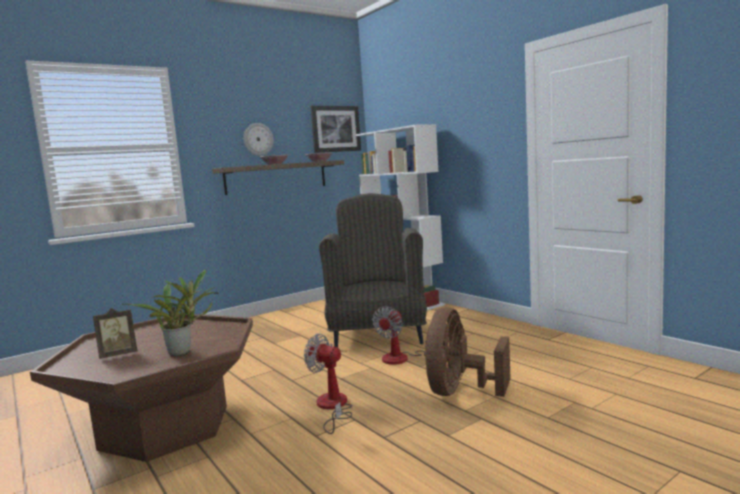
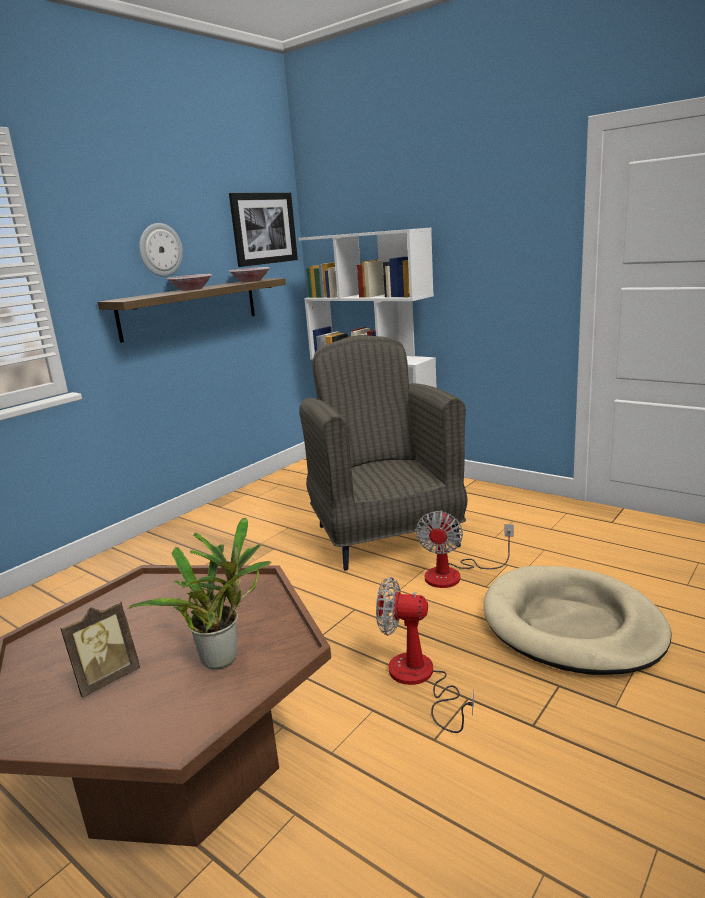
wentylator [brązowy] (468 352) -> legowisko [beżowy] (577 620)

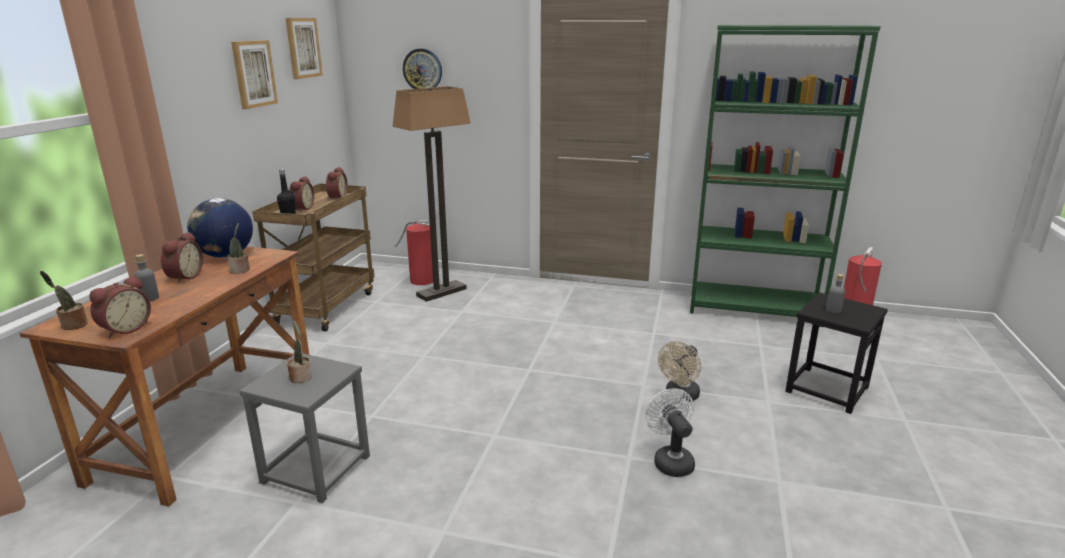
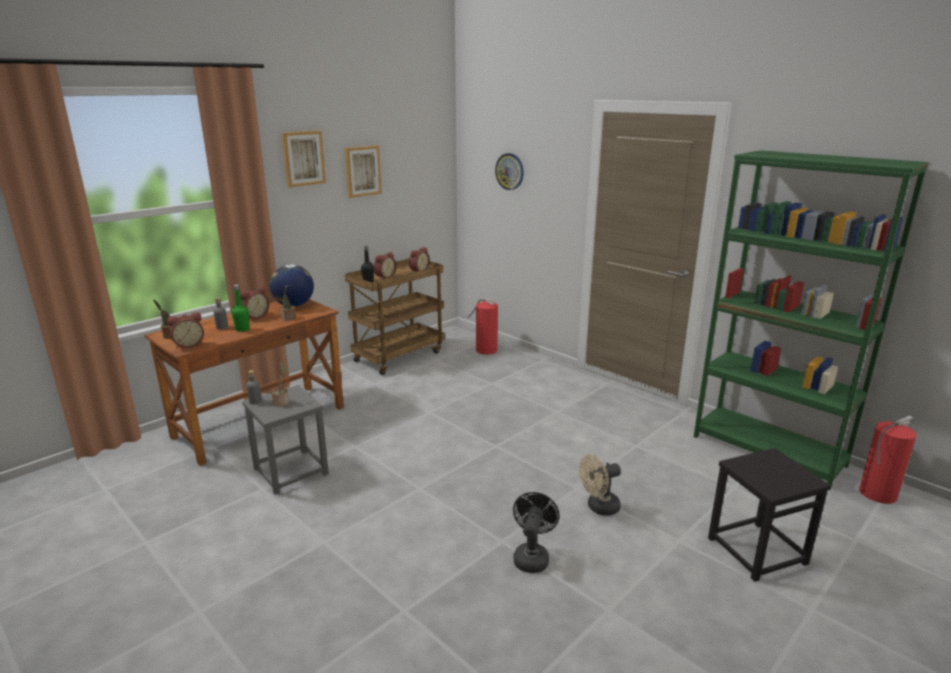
obraz (304 48) -> obraz (303 159), relocated
lampa stojąca (431 194) -> none
wentylator [biały] (670 432) -> wentylator [czarny] (536 532)
butelka [szary] (835 293) -> butelka [szary] (254 387), relocated
none -> butelka [zielony] (240 308)

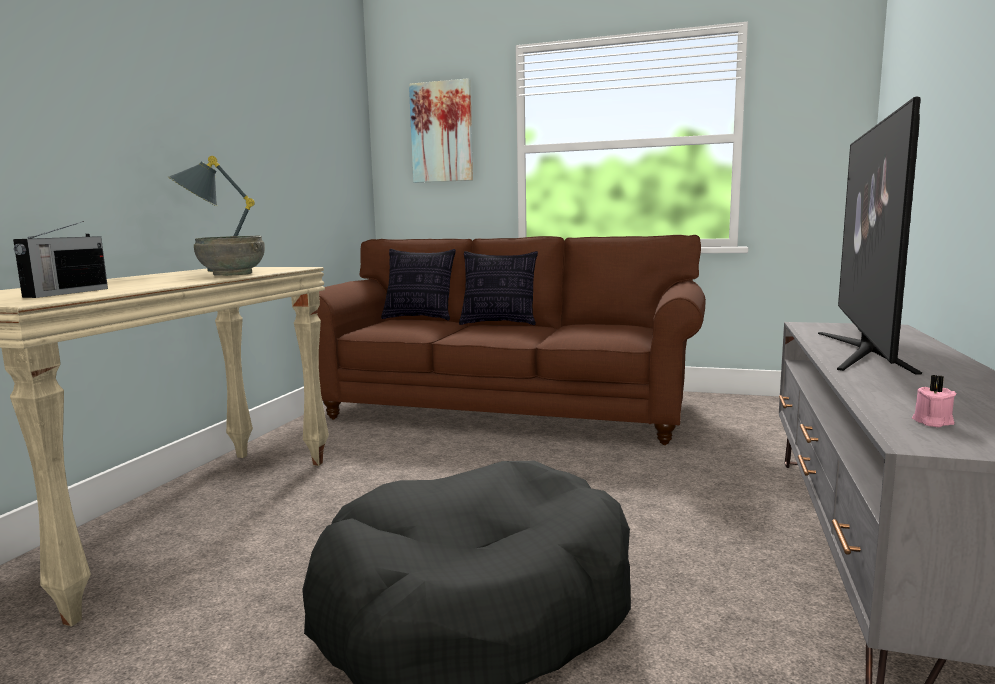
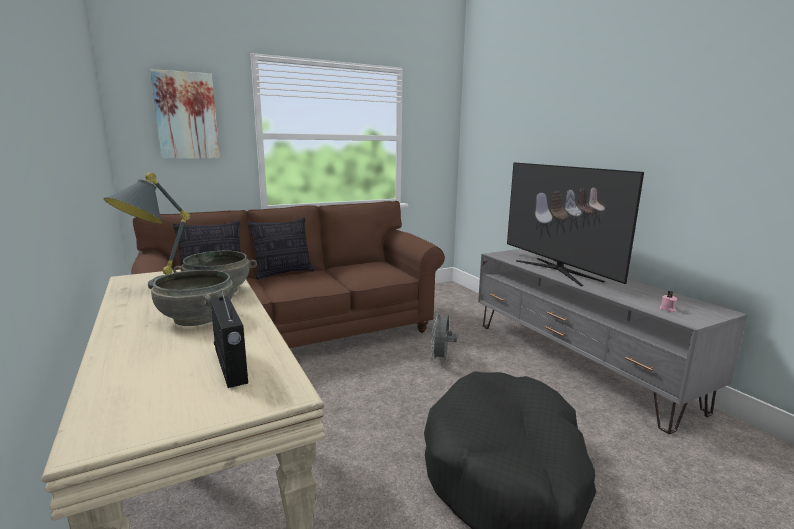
none -> miska [szary] (192 298)
none -> wentylator [szary] (444 337)

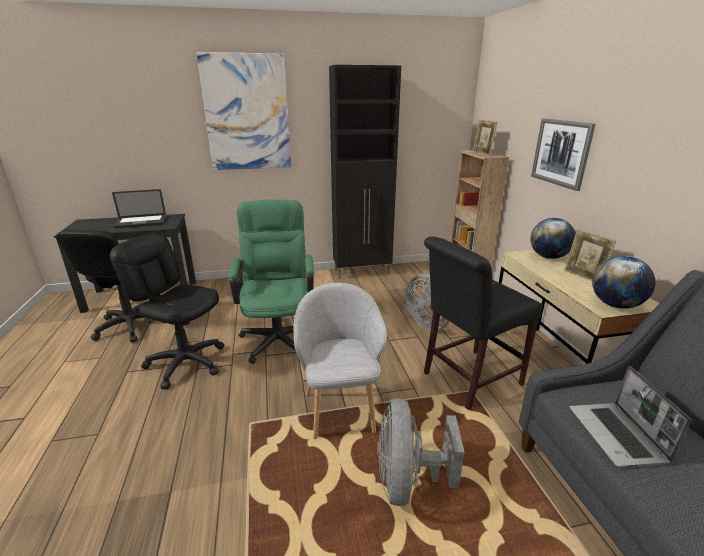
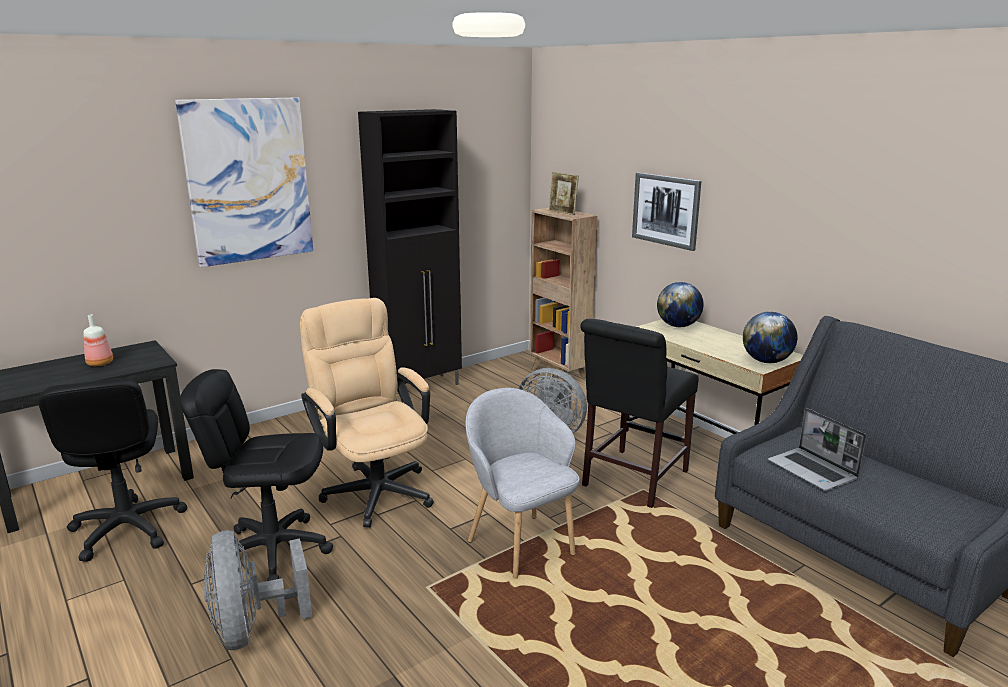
laptop (139 208) -> butelka (98 340)
krzesło biurowe [zielony] (271 281) -> krzesło biurowe [beżowy] (367 413)
wentylator [szary] (421 452) -> wentylator [szary] (257 590), relocated
ramka na zdjęcie (590 255) -> none

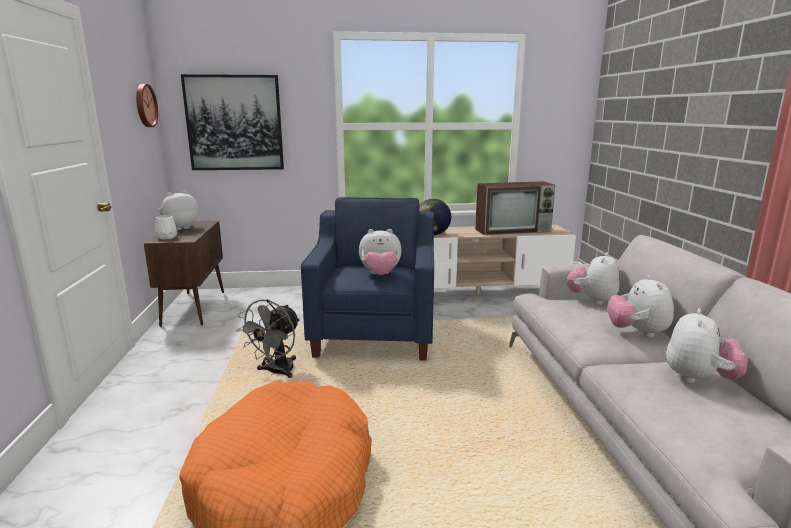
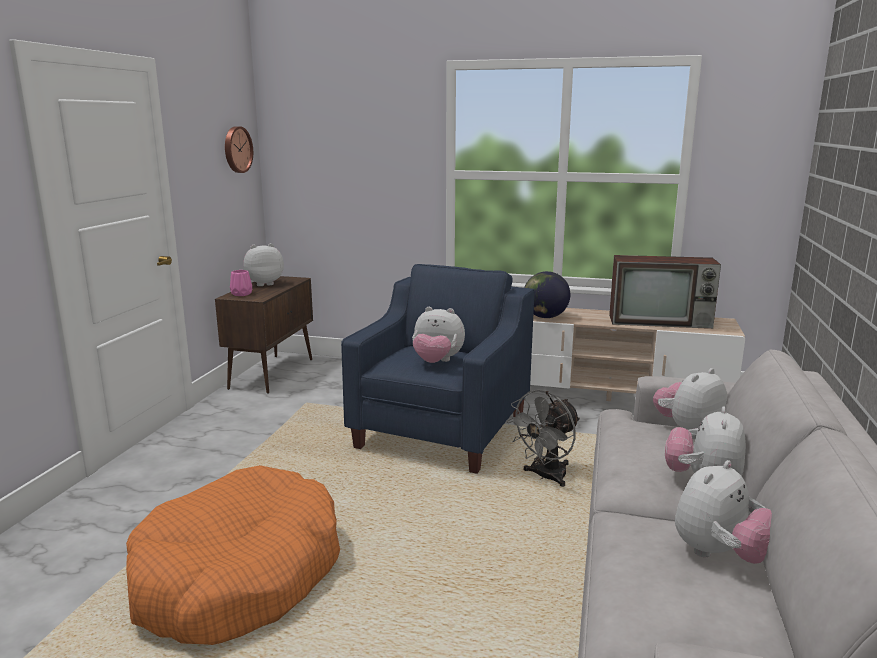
wazon [biały] (166 227) -> wazon [różowy] (241 283)
obraz (232 122) -> none
wentylator [szary] (268 338) -> wentylator [szary] (543 438), relocated

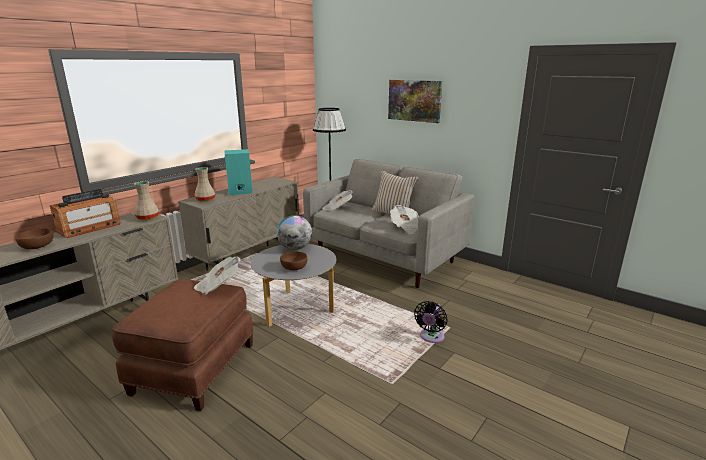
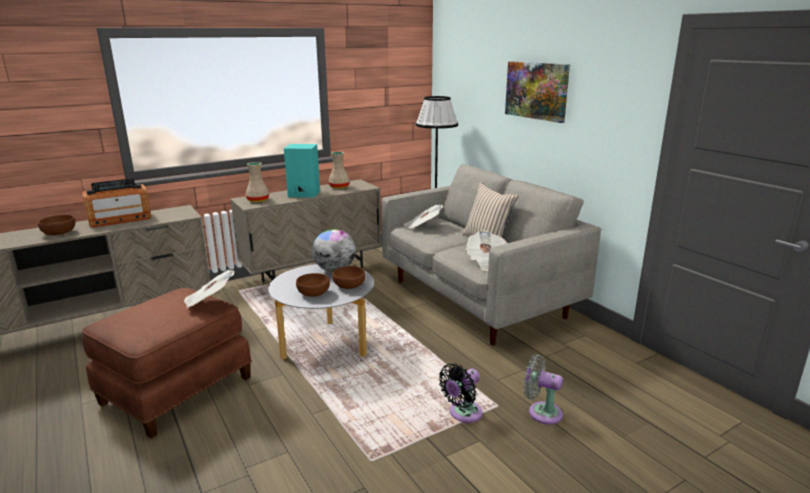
wazon [beżowy] (146 200) -> wazon [beżowy] (339 170), relocated
none -> miska [brązowy] (349 277)
none -> wentylator [szary] (543 389)

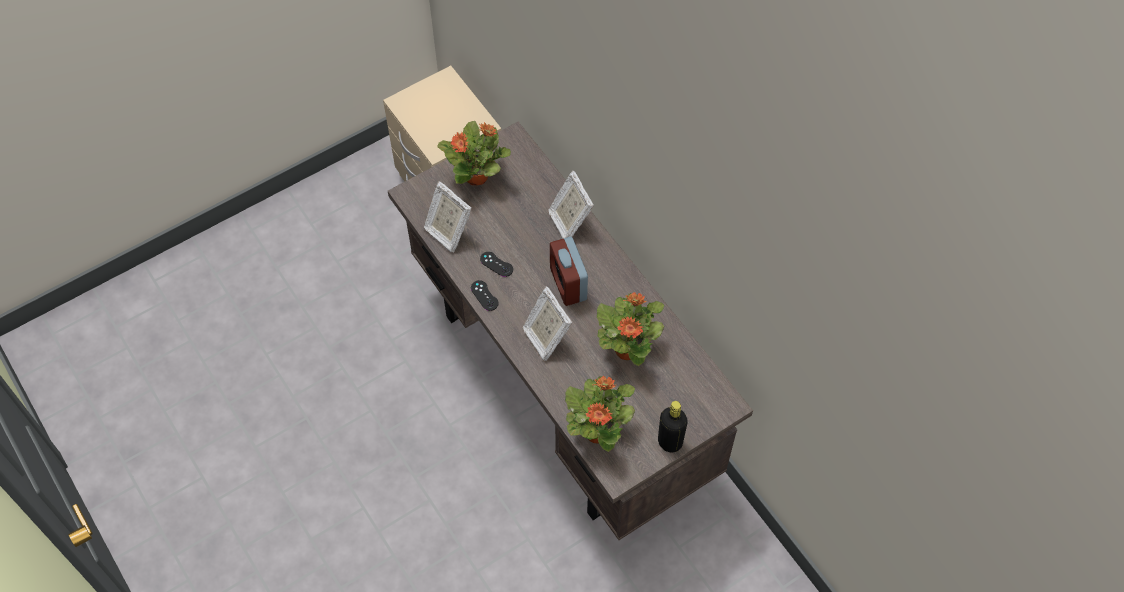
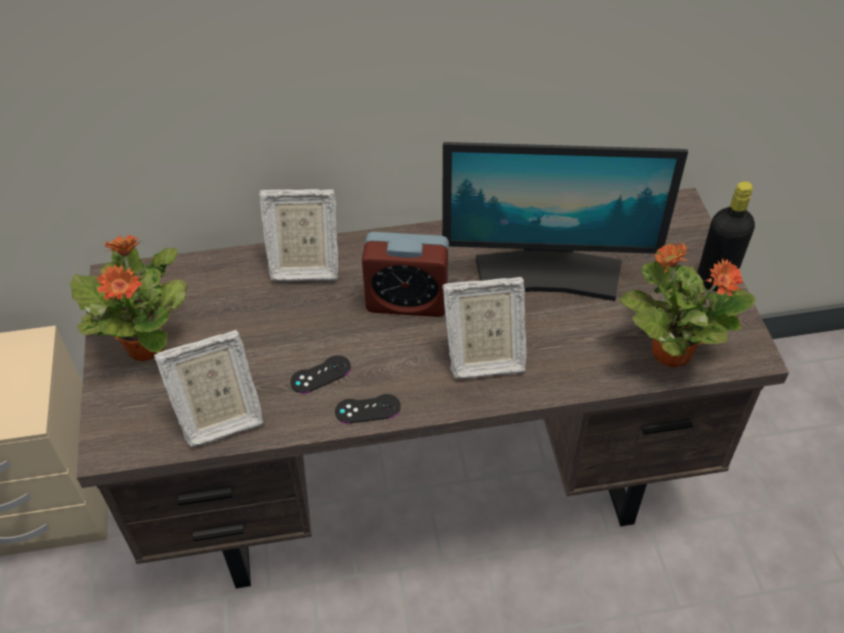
roślina doniczkowa (630 329) -> monitor (565 221)

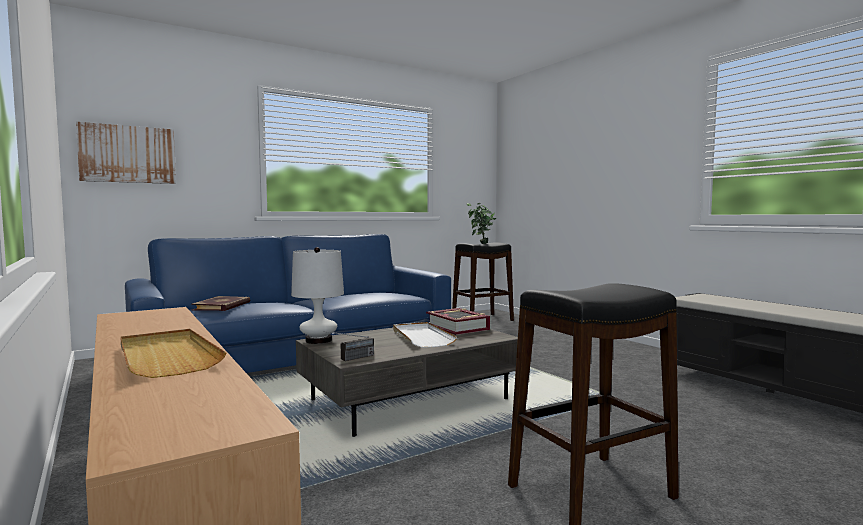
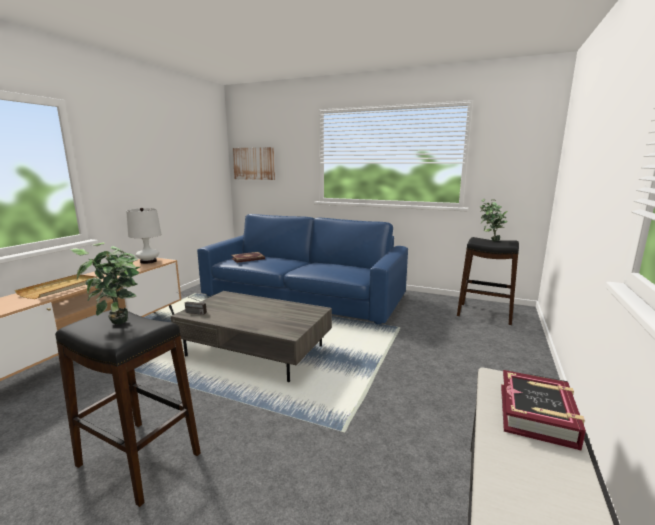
lampa stołowa [biały] (317 295) -> lampa stołowa [biały] (143 236), relocated
taca [biały] (425 335) -> none
książka (458 321) -> książka (543 410), relocated
none -> roślina doniczkowa (105 283)

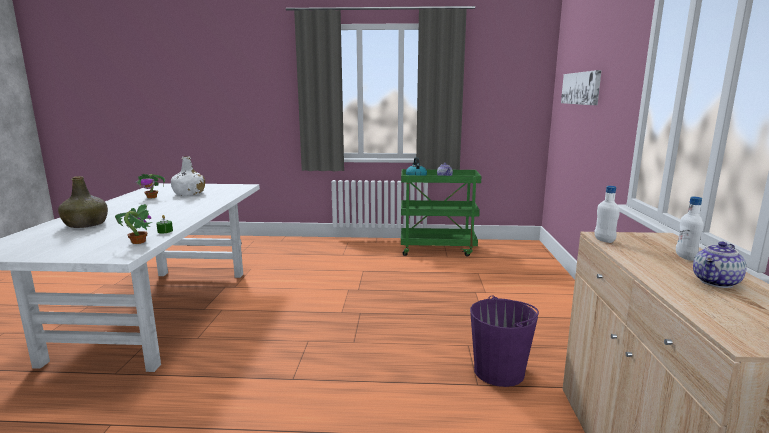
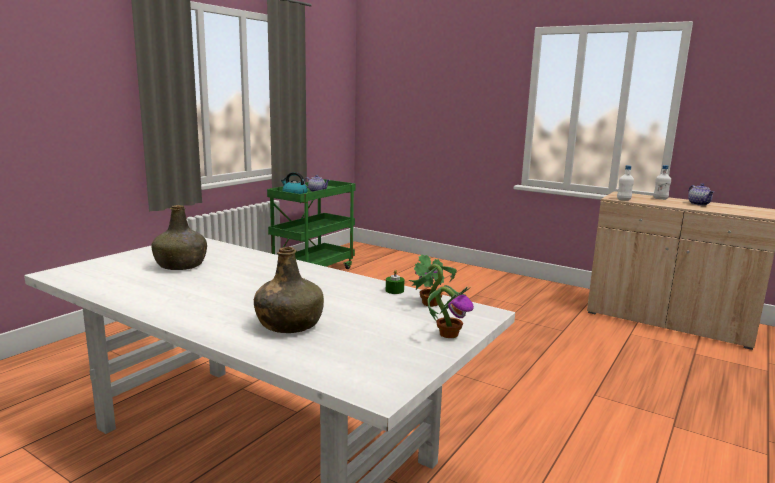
roślina doniczkowa (150 186) -> roślina doniczkowa (450 311), relocated
butelka [biały] (188 176) -> butelka [zielony] (179 237)
wiadro [fioletowy] (504 341) -> none
obraz (581 87) -> none

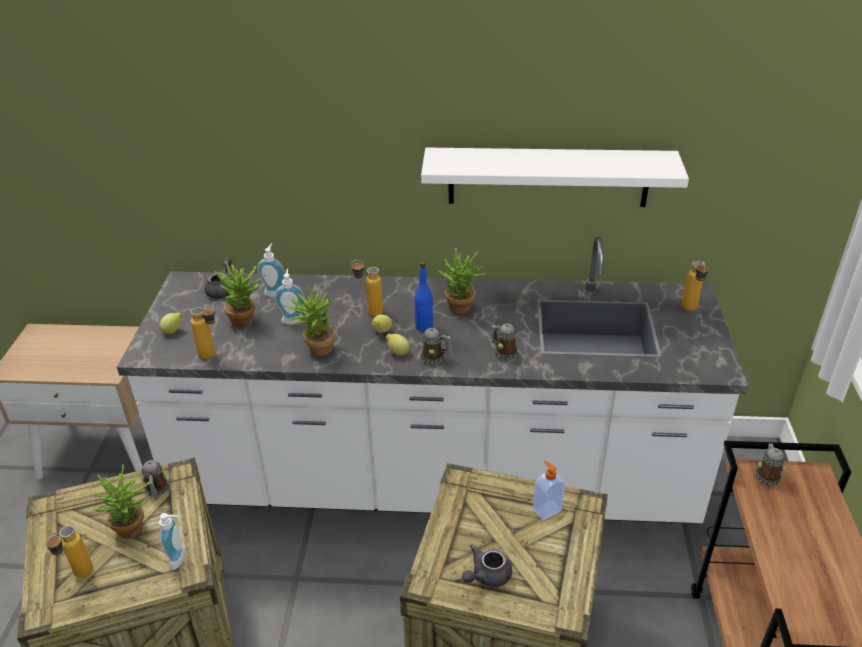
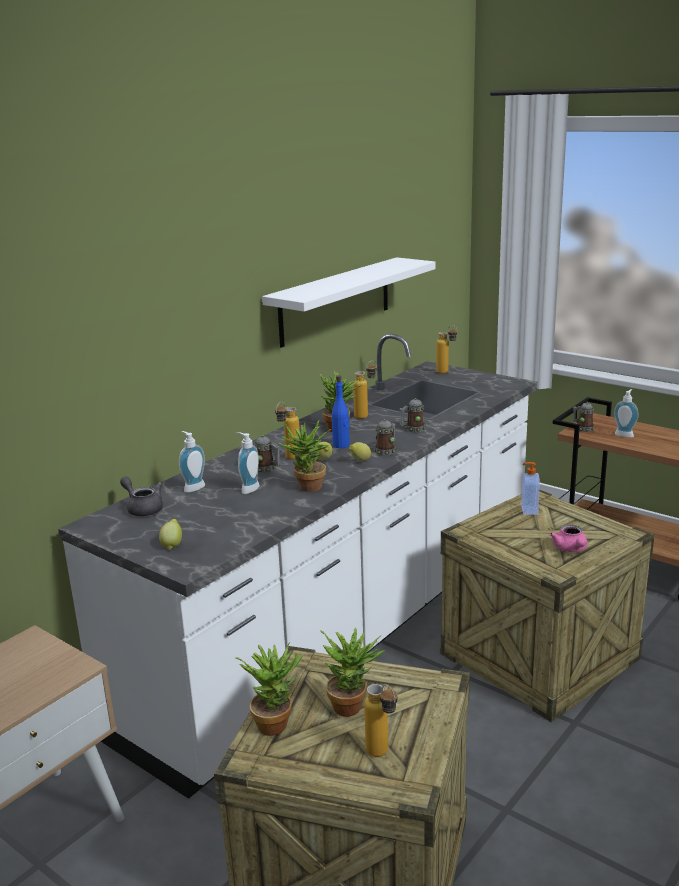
kubek (155 479) -> kubek (267 454), relocated
dozownik mydła (172 541) -> dozownik mydła (626 413), relocated
butelka (202 332) -> butelka (365 390), relocated
roślina doniczkowa (240 294) -> roślina doniczkowa (269 689), relocated
imbryk [szary] (487 566) -> imbryk [różowy] (568 538)

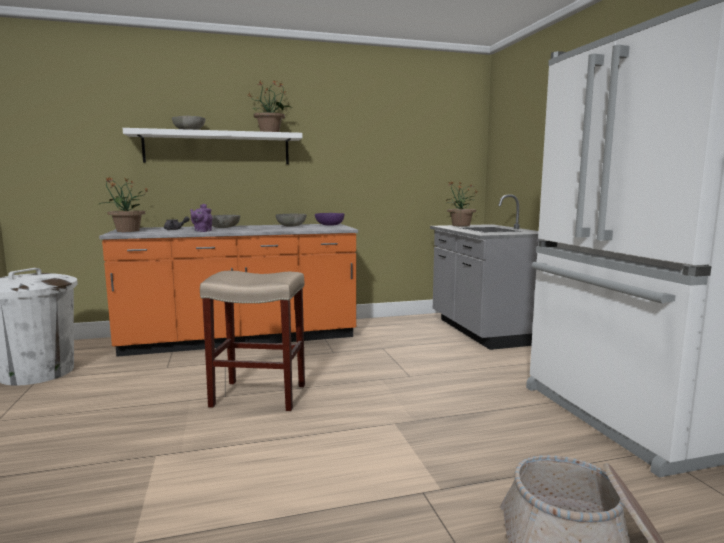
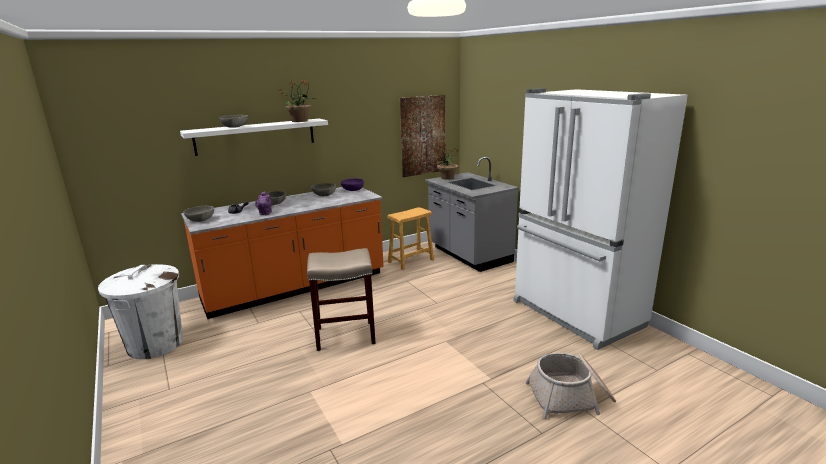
roślina doniczkowa (123 204) -> miska [szary] (199 214)
none -> stołek [brązowy] (410 238)
none -> obraz (422 136)

